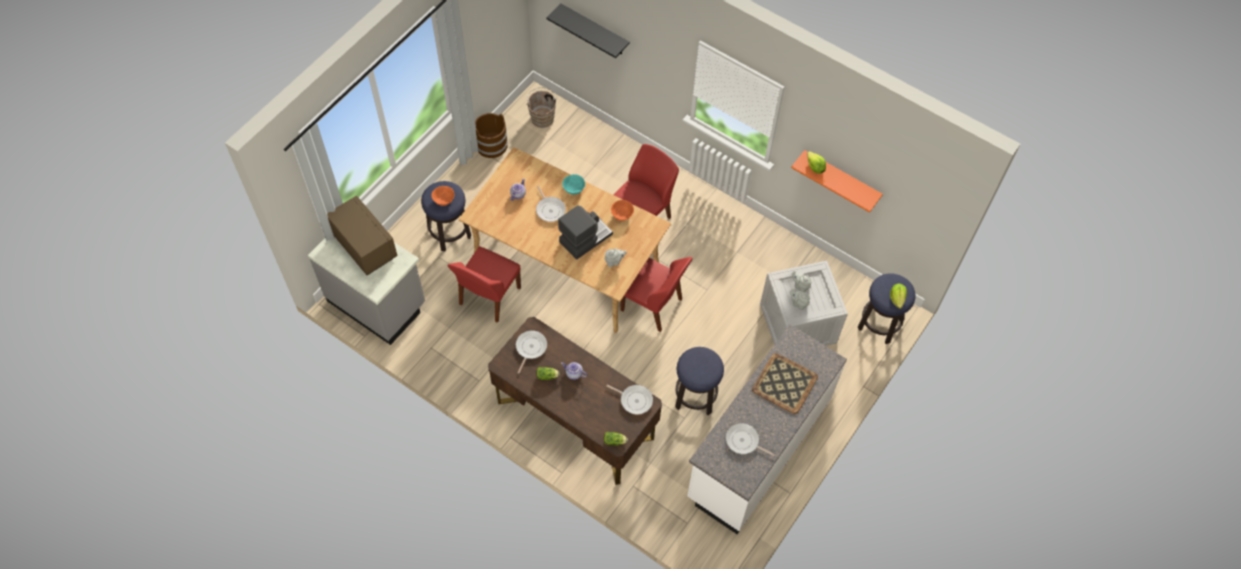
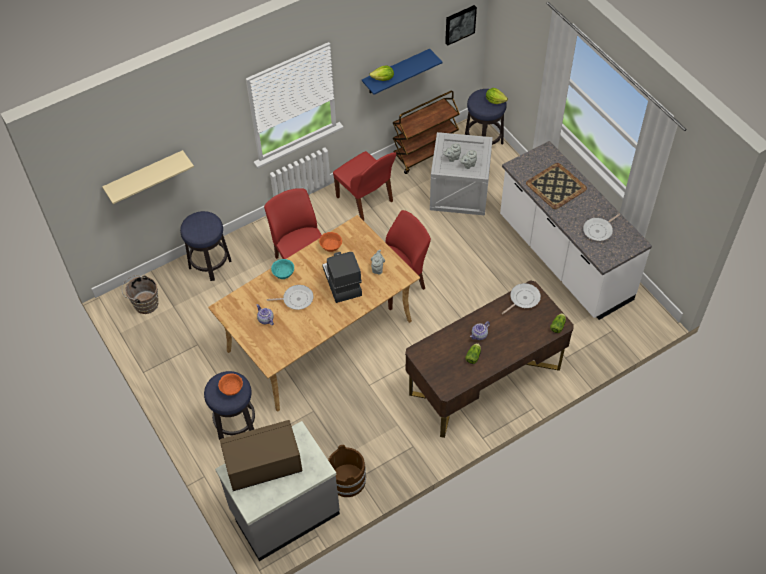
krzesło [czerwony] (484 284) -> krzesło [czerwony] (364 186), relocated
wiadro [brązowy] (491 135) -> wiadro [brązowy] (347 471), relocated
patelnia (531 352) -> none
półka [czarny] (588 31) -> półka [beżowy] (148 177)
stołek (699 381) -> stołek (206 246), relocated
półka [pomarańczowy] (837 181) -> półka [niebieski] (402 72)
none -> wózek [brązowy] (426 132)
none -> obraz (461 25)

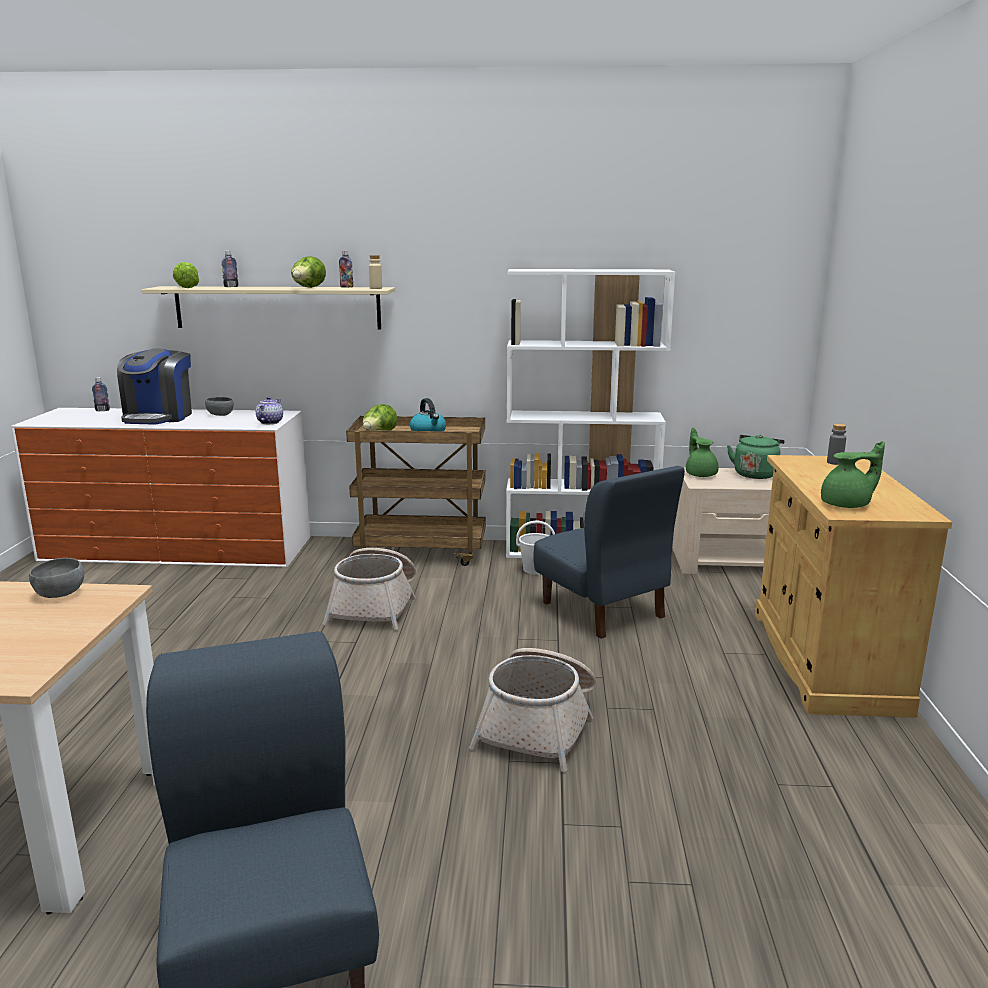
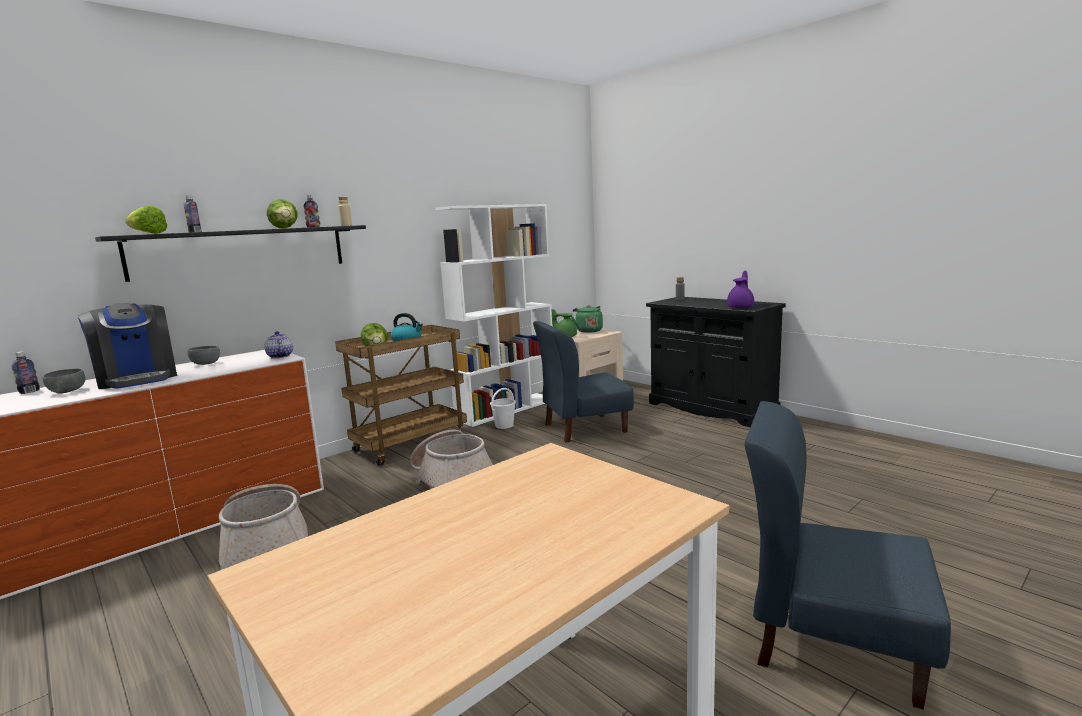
miska [szary] (56 578) -> miska [szary] (63 381), relocated
półka [beżowy] (268 308) -> półka [czarny] (230 253)
koszyk (532 709) -> koszyk (263 527), relocated
krzesło [niebieski] (609 552) -> krzesło [niebieski] (583 381), 150 degrees clockwise
szafka [beżowy] (853 586) -> szafka [czarny] (716 362)
imbryk [zielony] (853 474) -> imbryk [fioletowy] (740 289)

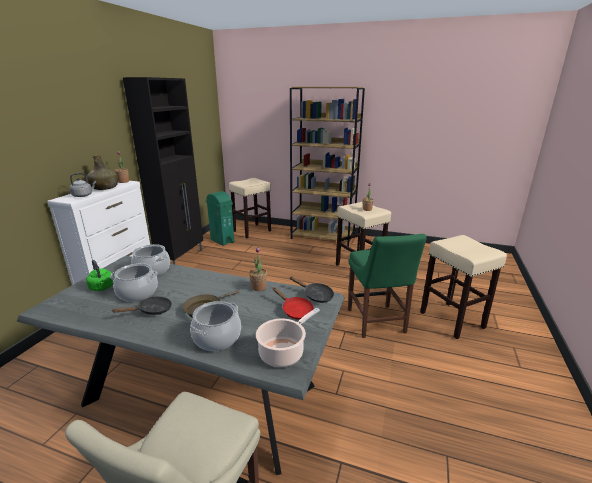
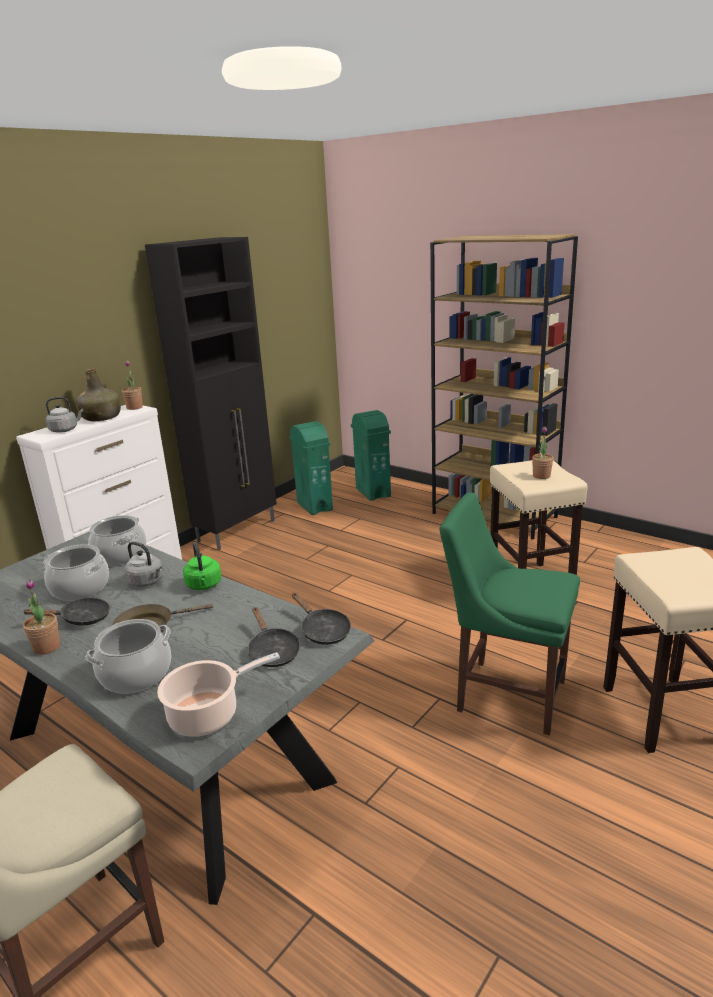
czajnik [zielony] (99 275) -> czajnik [zielony] (202 566), relocated
stołek [beżowy] (250 208) -> kosz na śmieci [zielony] (371 455)
roślina doniczkowa (258 269) -> roślina doniczkowa (41 617), relocated
patelnia [czerwony] (293 303) -> patelnia [czarny] (274 637)
krzesło [zielony] (387 286) -> krzesło [zielony] (510 613), 105 degrees clockwise
none -> czajnik [szary] (143 564)

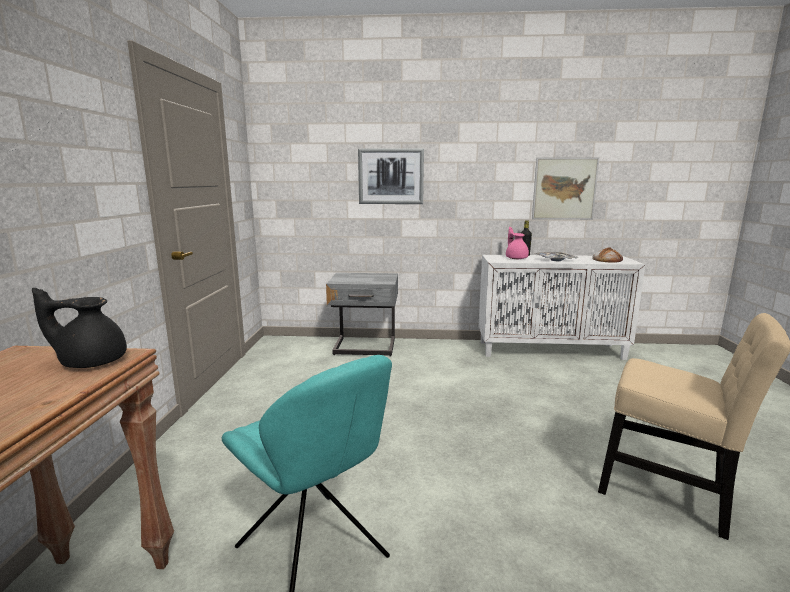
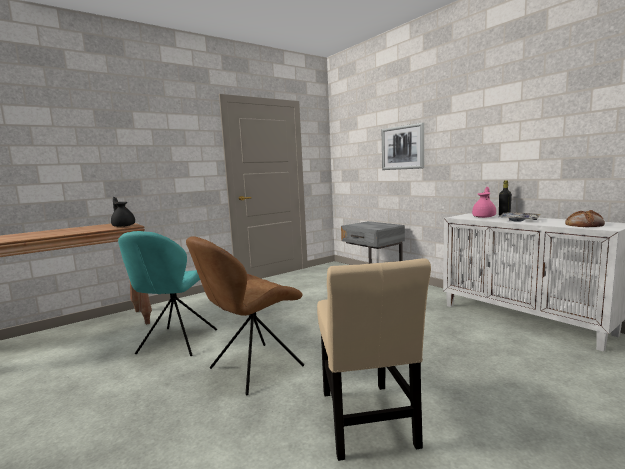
obraz (566 188) -> none
none -> krzesło [brązowy] (245 315)

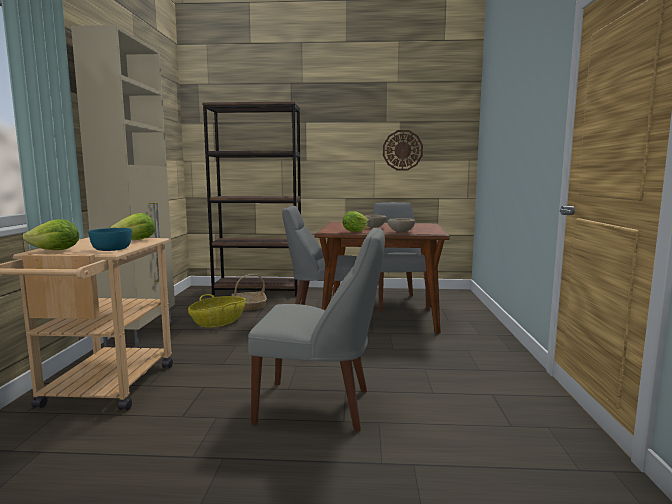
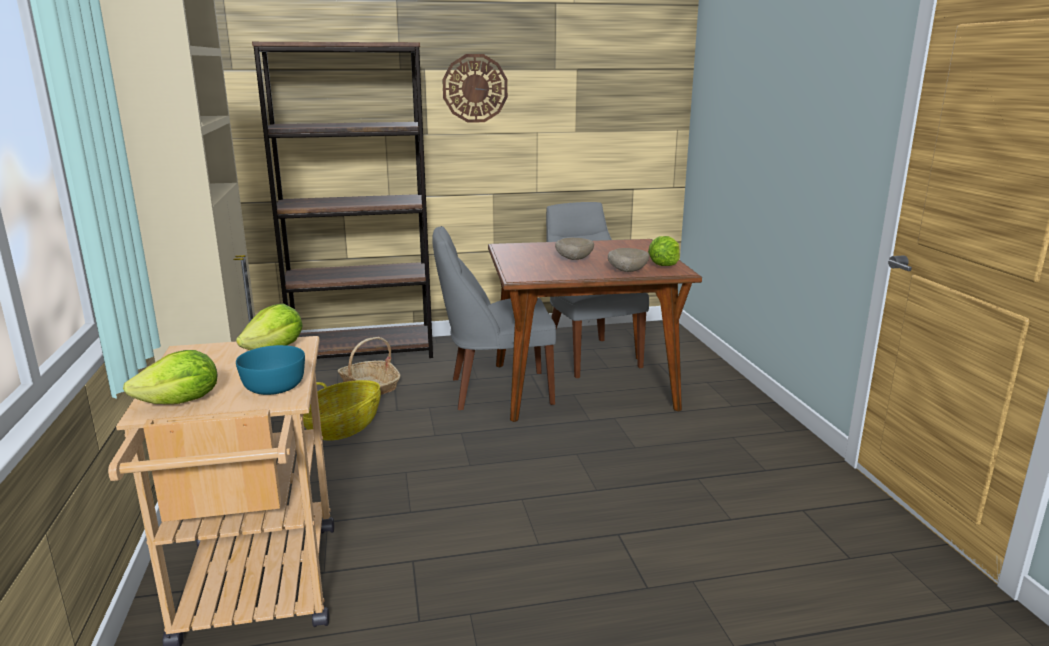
krzesło [szary] (316 329) -> none
sałata (355 221) -> sałata (664 251), relocated
zegar ścienny (403 150) -> zegar ścienny (475 88), relocated

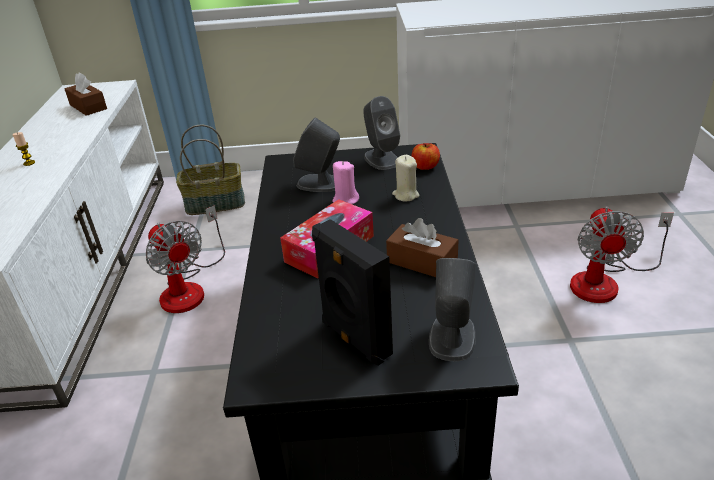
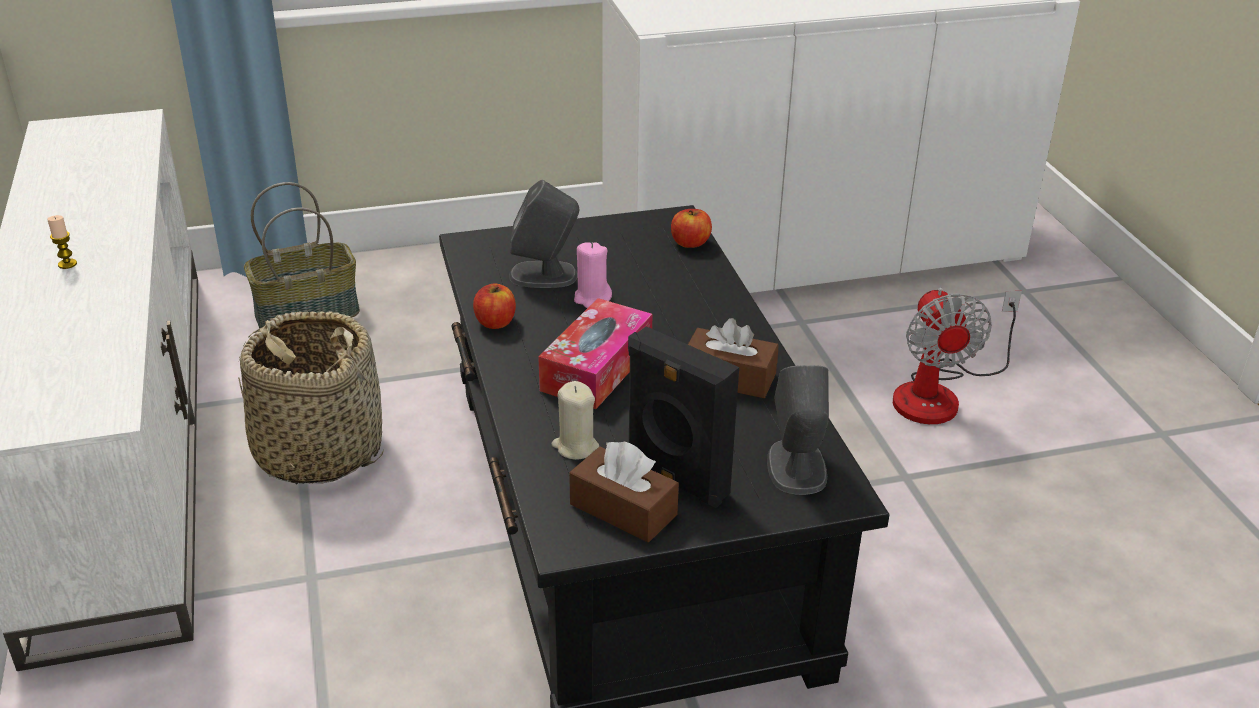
pudełko chusteczek [brązowy] (86 94) -> pudełko chusteczek [brązowy] (624 491), relocated
wentylator (185 259) -> koszyk (311 397)
głośnik [szary] (381 133) -> none
świeca [beżowy] (406 178) -> świeca [beżowy] (575 420), relocated
none -> jabłko (494 306)

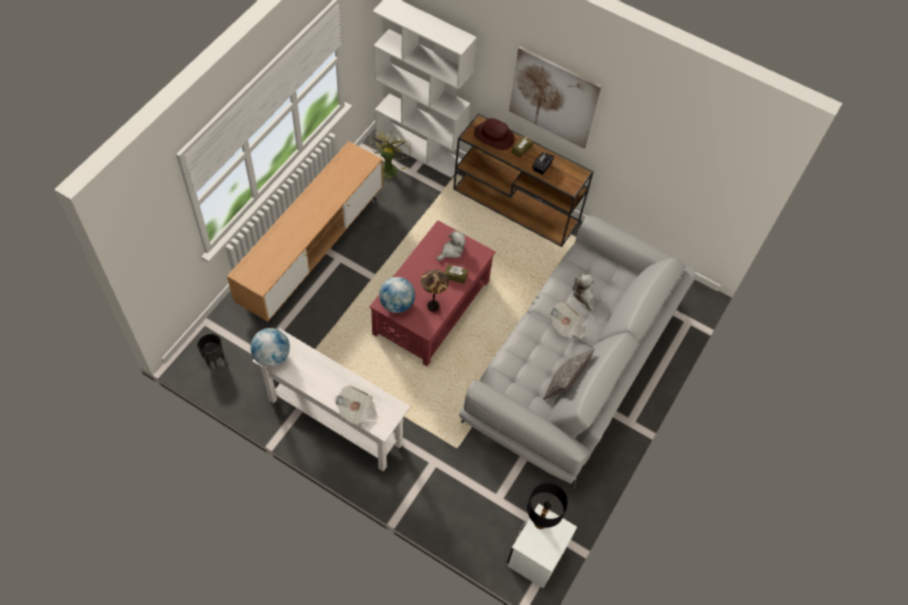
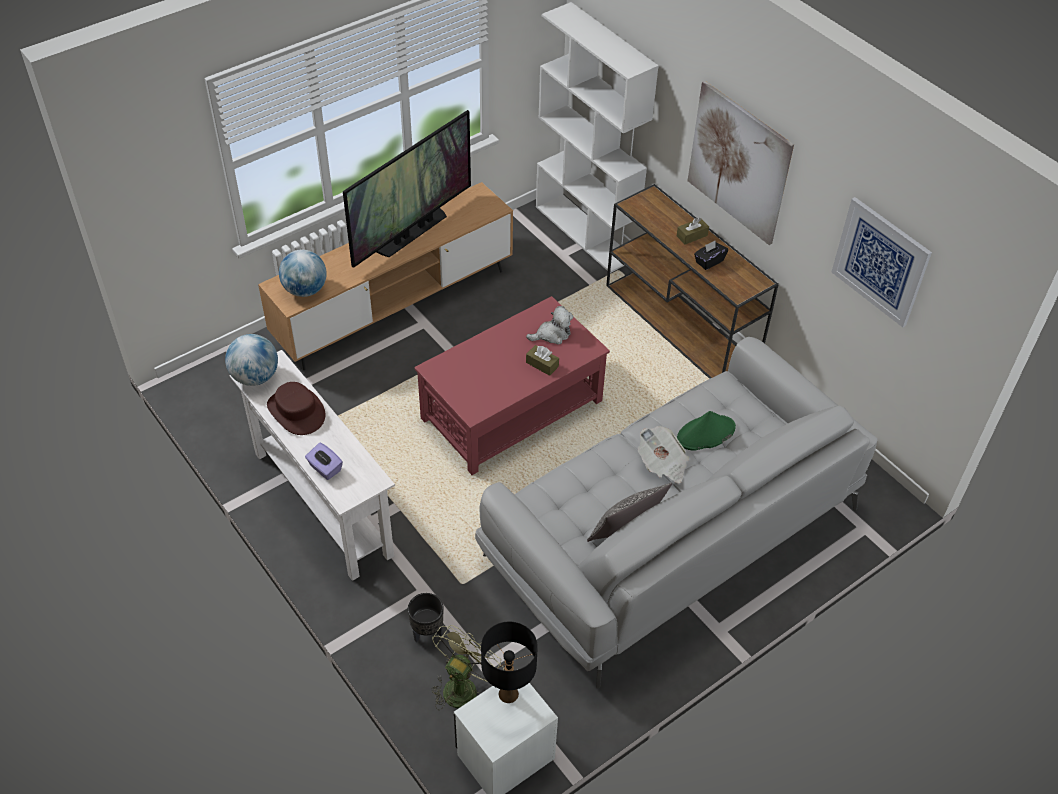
donica [czarny] (210 349) -> donica [czarny] (425 617), relocated
gazeta (356 405) -> pudełko chusteczek [fioletowy] (324 461)
wentylator [zielony] (389 154) -> wentylator [zielony] (467 667), relocated
globus (397 295) -> globus (303 273), relocated
lampa stołowa (435 291) -> none
kapelusz [brązowy] (494 134) -> kapelusz [brązowy] (296 408), relocated
pluszak (583 292) -> kapelusz [zielony] (706 431)
none -> telewizor (407 189)
none -> obraz (882 262)

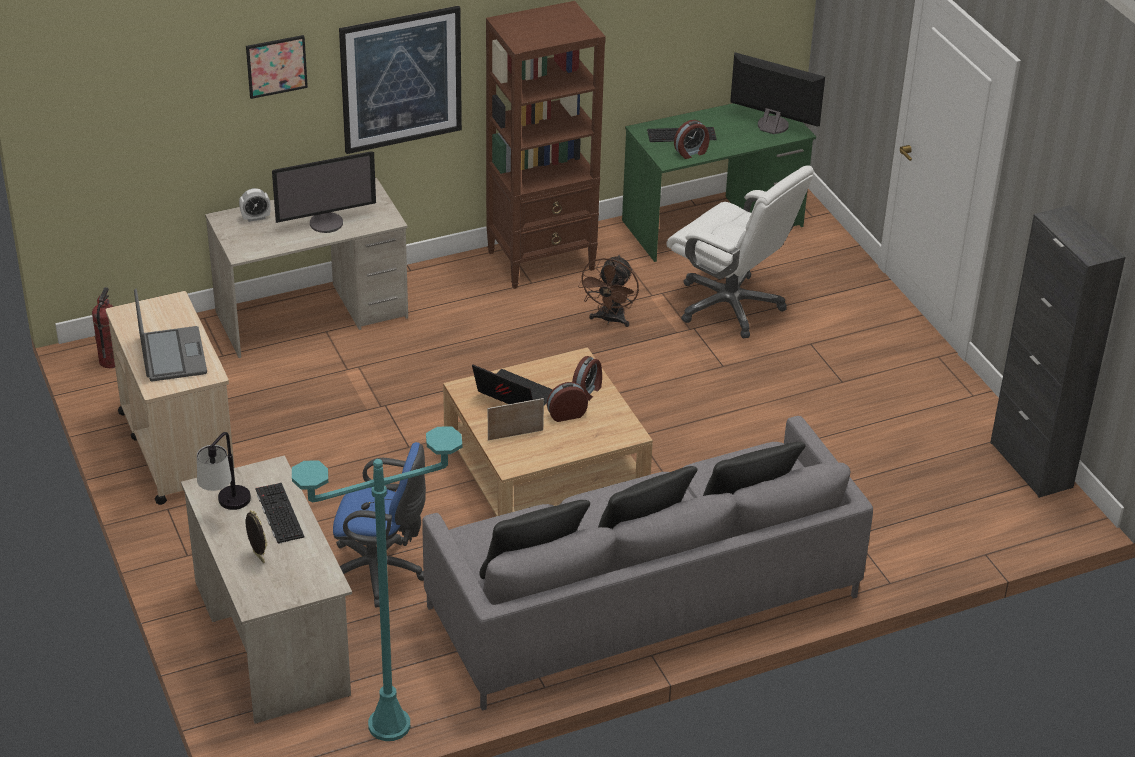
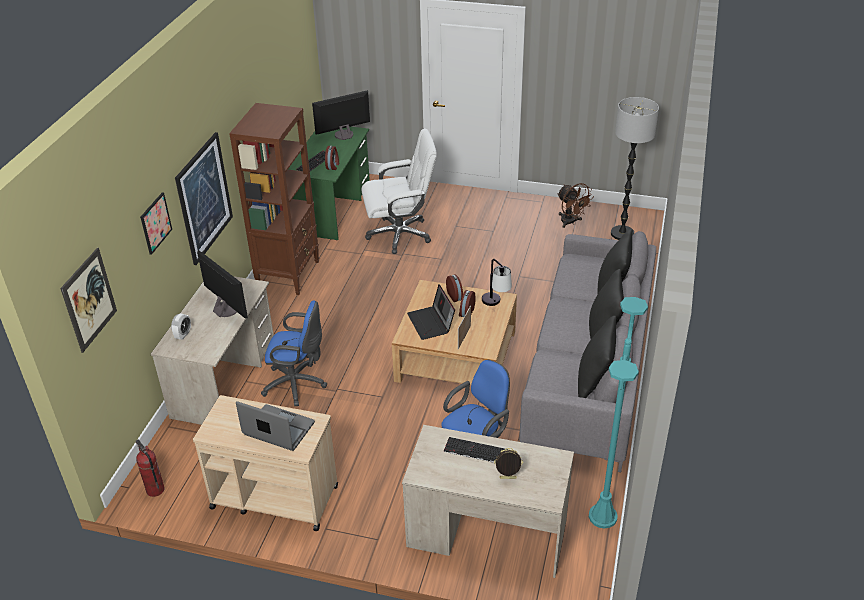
lampa stołowa (224 471) -> lampa stołowa (497 282), relocated
monitor (324 192) -> monitor (222 284), 60 degrees counterclockwise
laptop (512 385) -> laptop (431 312), 90 degrees counterclockwise
wentylator [brązowy] (608 291) -> wentylator [brązowy] (575 205), relocated
szafka [czarny] (1057 351) -> none
none -> obraz (88 300)
none -> krzesło biurowe [niebieski] (294 353)
none -> lampa stojąca (635 168)

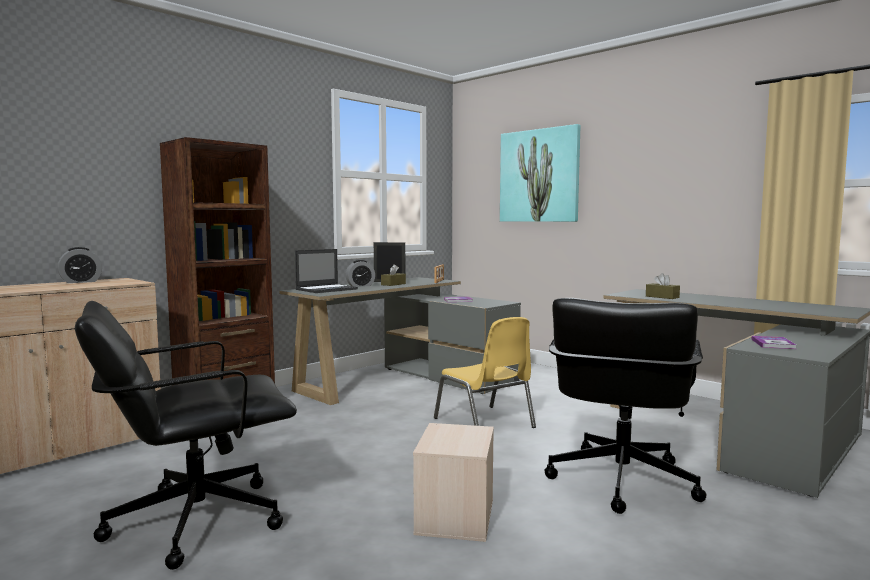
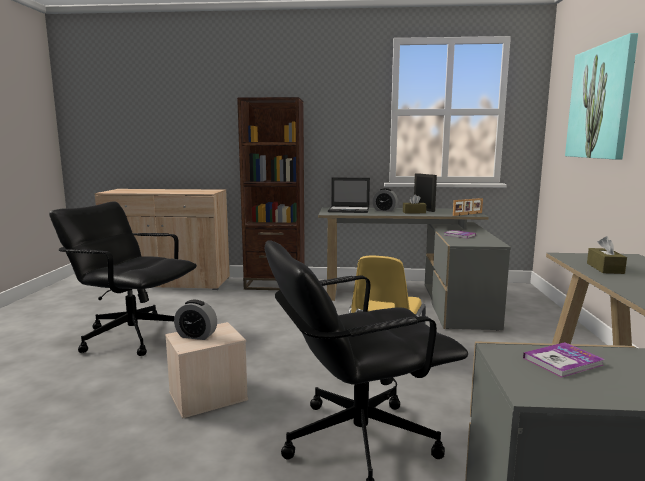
budzik (79 265) -> budzik (195 320), relocated

